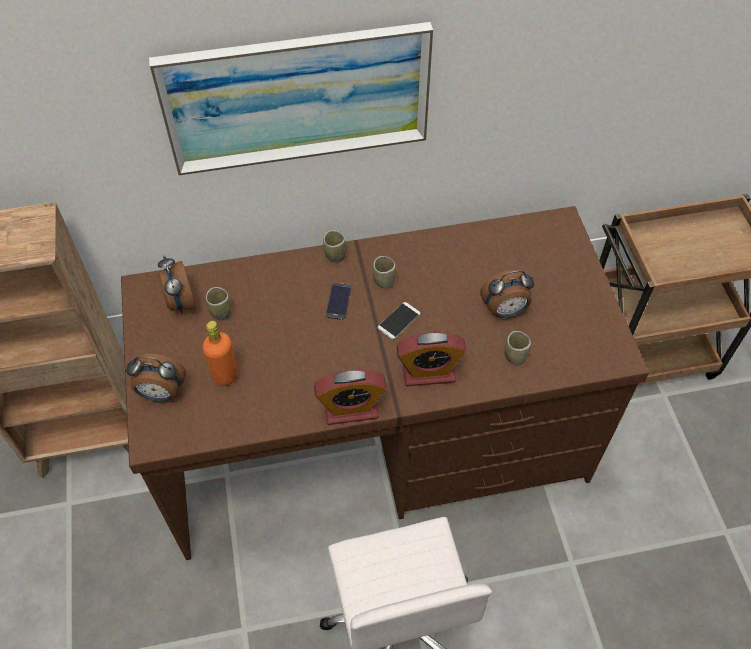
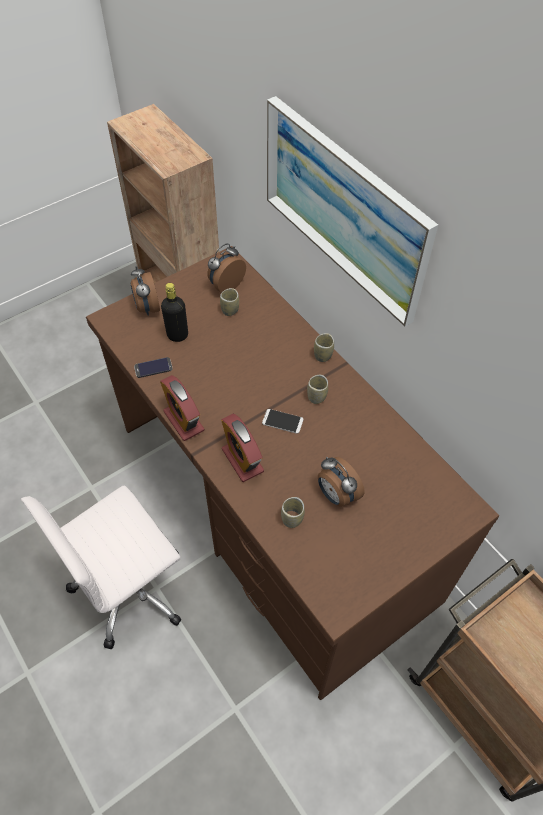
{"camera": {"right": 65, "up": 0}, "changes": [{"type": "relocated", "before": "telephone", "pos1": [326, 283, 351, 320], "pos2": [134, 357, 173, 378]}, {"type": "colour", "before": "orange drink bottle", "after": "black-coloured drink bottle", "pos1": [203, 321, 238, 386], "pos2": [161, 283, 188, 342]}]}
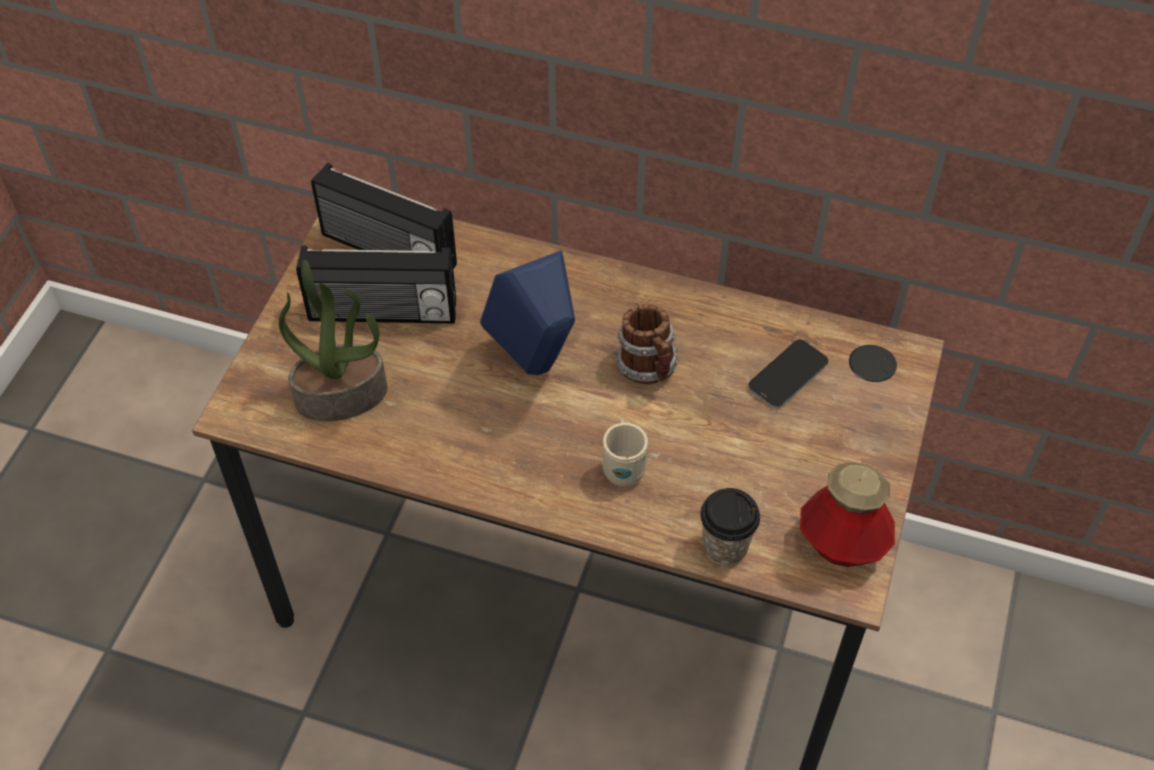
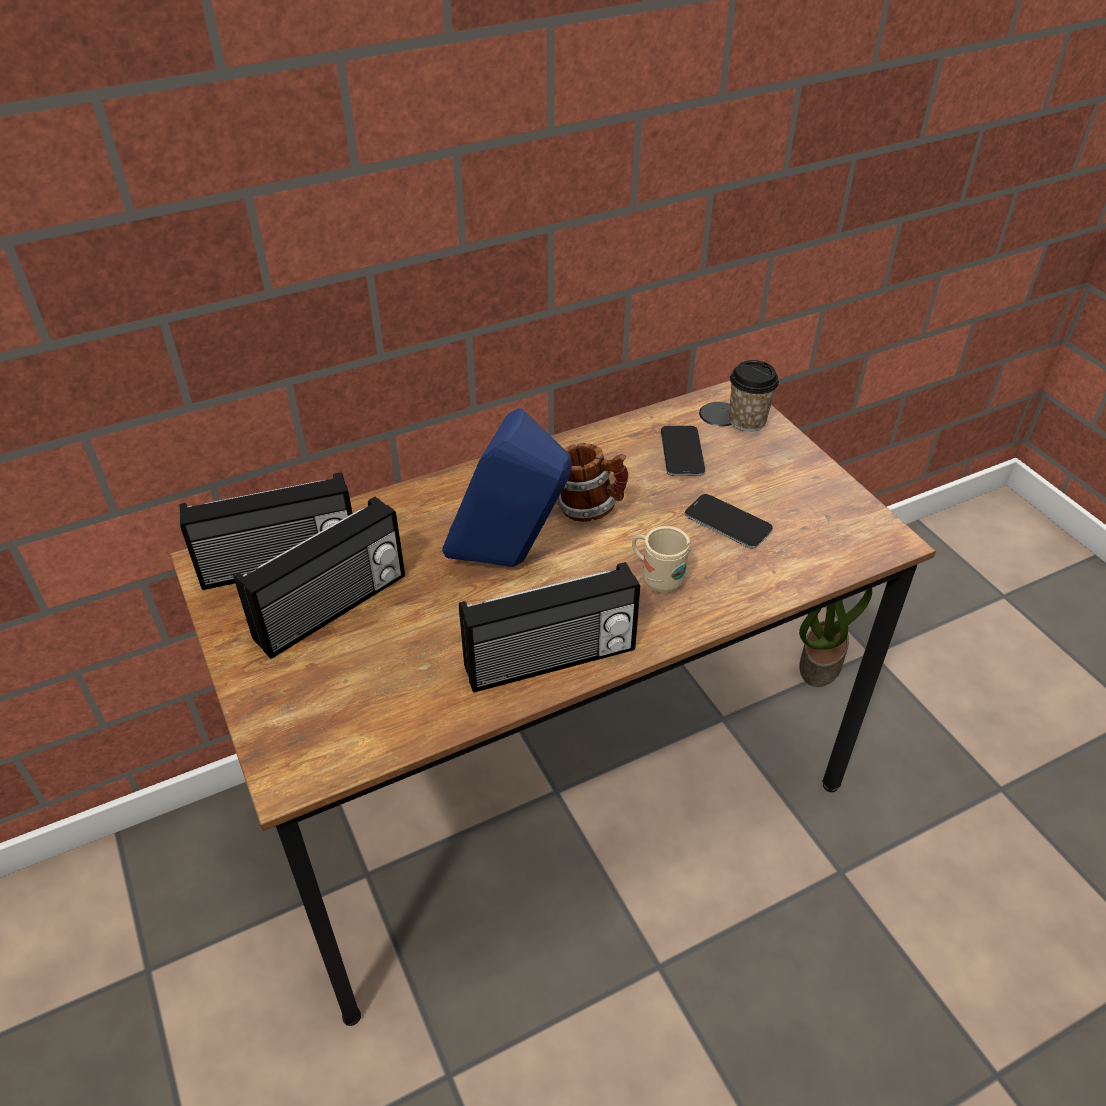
{"camera": {"right": -45, "up": -10}, "changes": [{"type": "relocated", "before": "potted plant", "pos1": [279, 260, 387, 422], "pos2": [799, 588, 872, 687]}, {"type": "missing", "before": "drink bottle", "pos1": [800, 462, 895, 567]}, {"type": "relocated", "before": "small cup", "pos1": [700, 488, 760, 566], "pos2": [729, 360, 779, 432]}, {"type": "appeared", "after": "telephone", "pos2": [685, 494, 773, 548]}, {"type": "appeared", "after": "radio receiver", "pos2": [459, 562, 640, 693]}]}
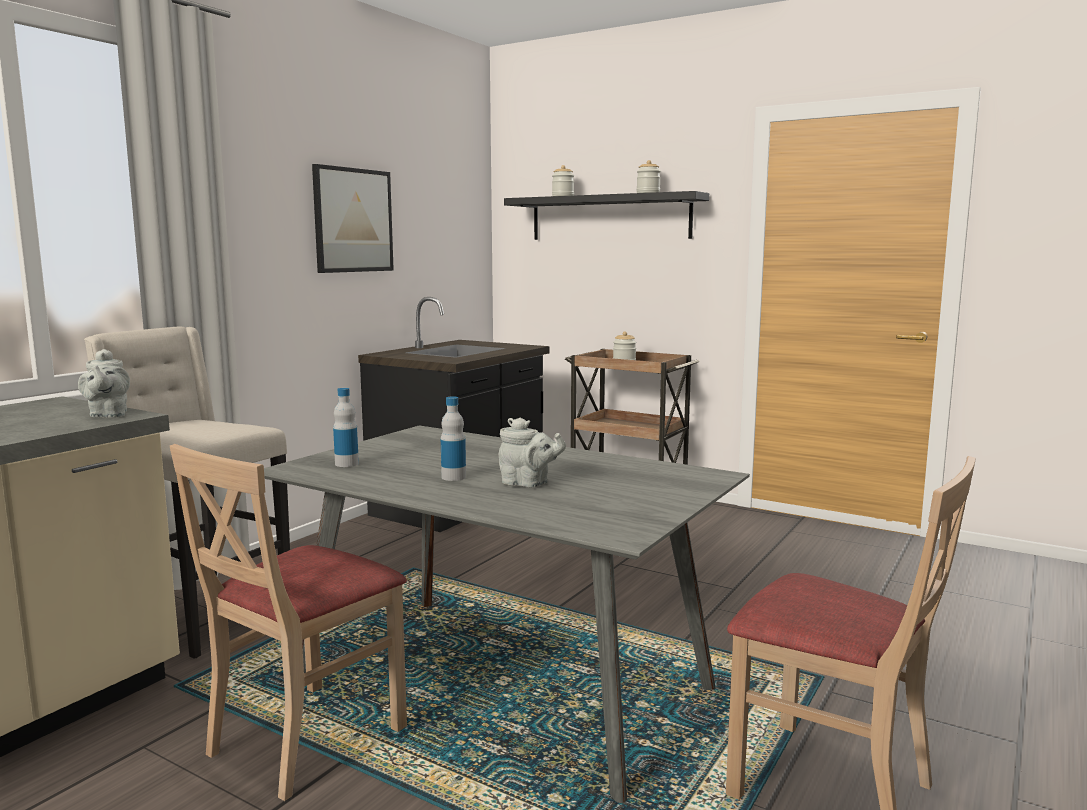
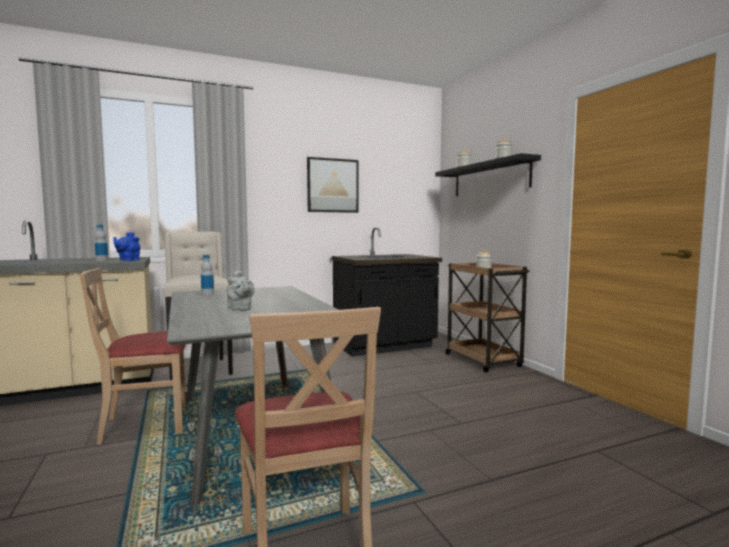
{"camera": {"right": 35, "up": -5}, "changes": [{"type": "colour", "before": "grey pot for tea", "after": "blue pot for tea", "pos1": [78, 349, 130, 418], "pos2": [113, 232, 140, 261]}, {"type": "relocated", "before": "drink bottle", "pos1": [441, 397, 466, 481], "pos2": [95, 225, 108, 261]}]}
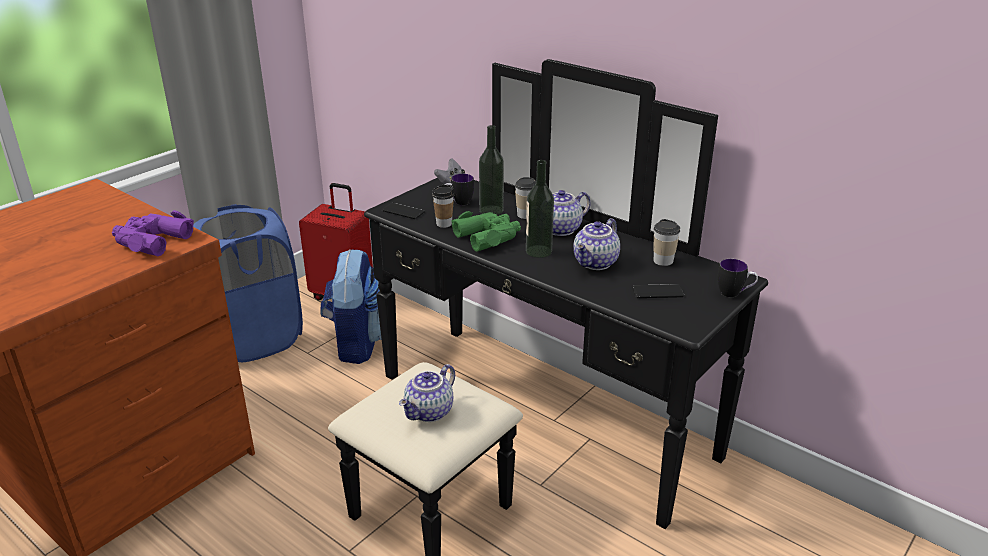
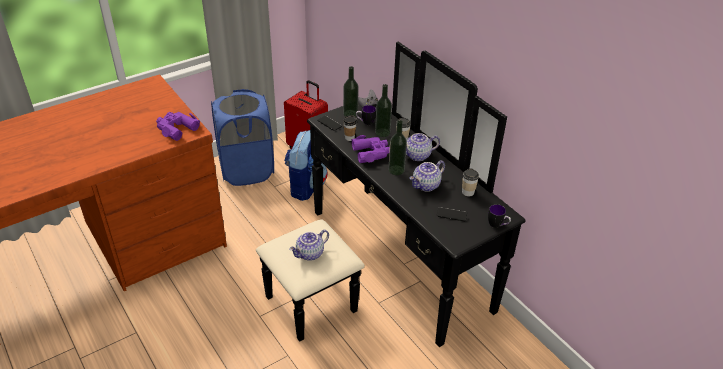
{"camera": {"right": 15, "up": 10}, "changes": [{"type": "colour", "before": "green pair of binoculars", "after": "purplish pair of binoculars", "pos1": [451, 211, 521, 252], "pos2": [351, 135, 390, 163]}, {"type": "appeared", "after": "drink bottle", "pos2": [343, 66, 359, 117]}]}
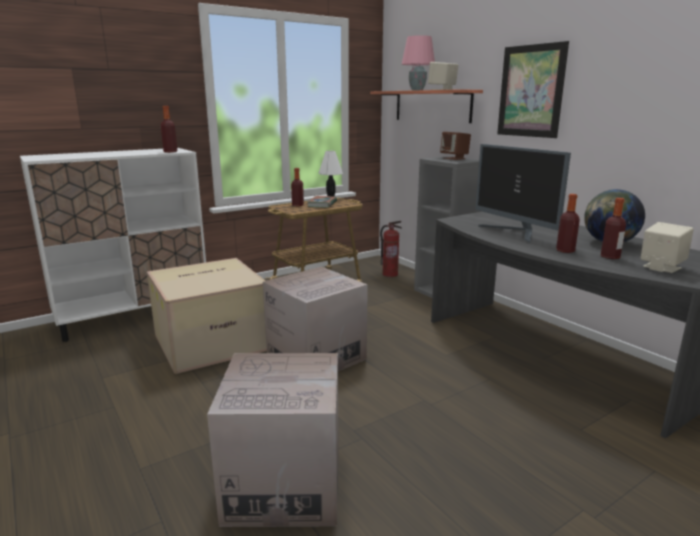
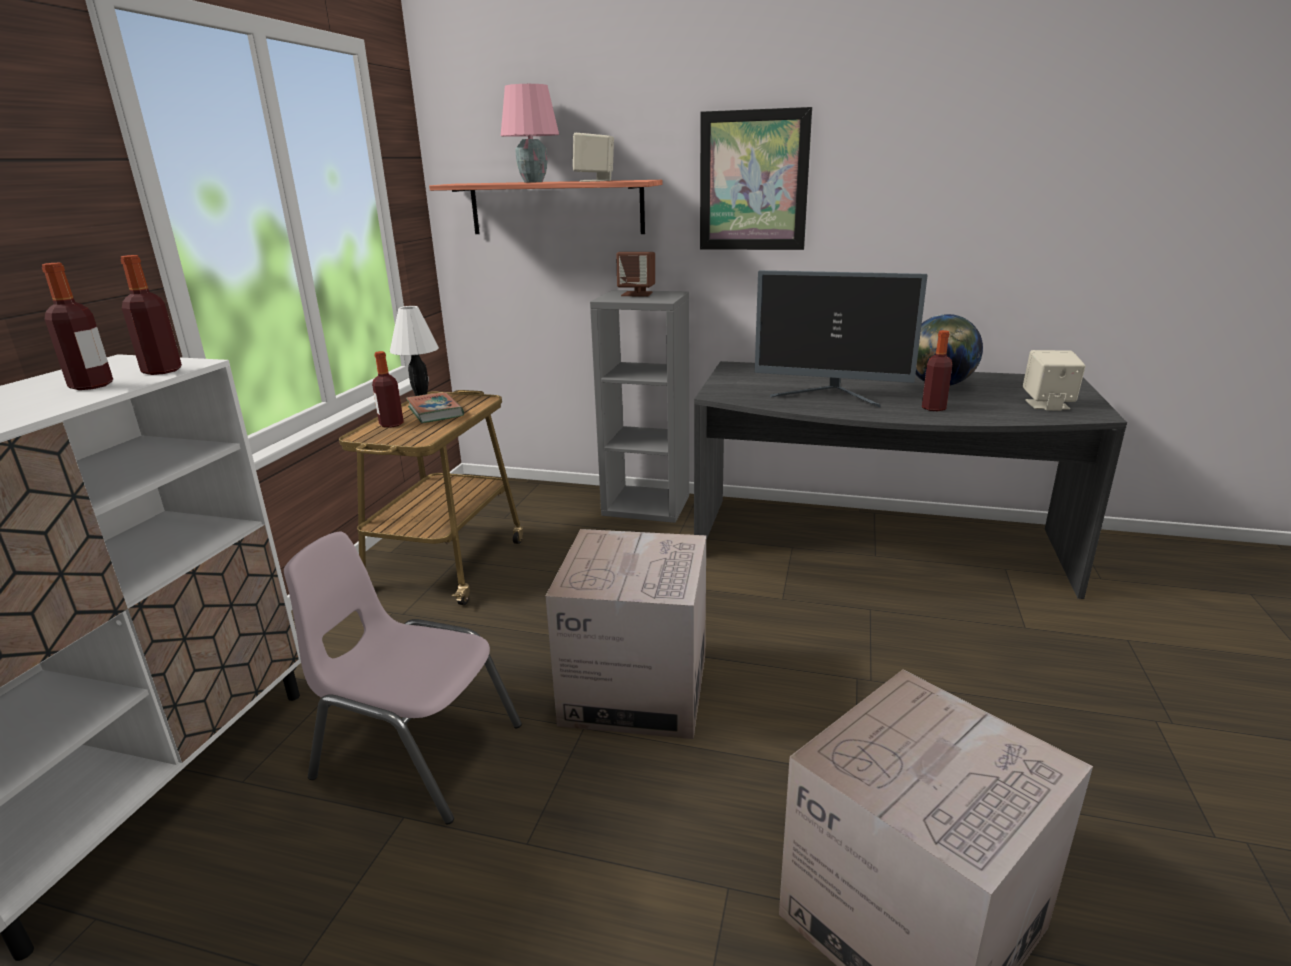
{"camera": {"right": -40, "up": 5}, "changes": [{"type": "relocated", "before": "drink bottle", "pos1": [601, 198, 626, 259], "pos2": [42, 263, 113, 390]}, {"type": "missing", "before": "extinguisher", "pos1": [380, 221, 402, 277]}, {"type": "exchanged", "before": "cardboard box", "after": "pink upright chair", "pos1": [147, 258, 267, 374], "pos2": [284, 532, 522, 825]}]}
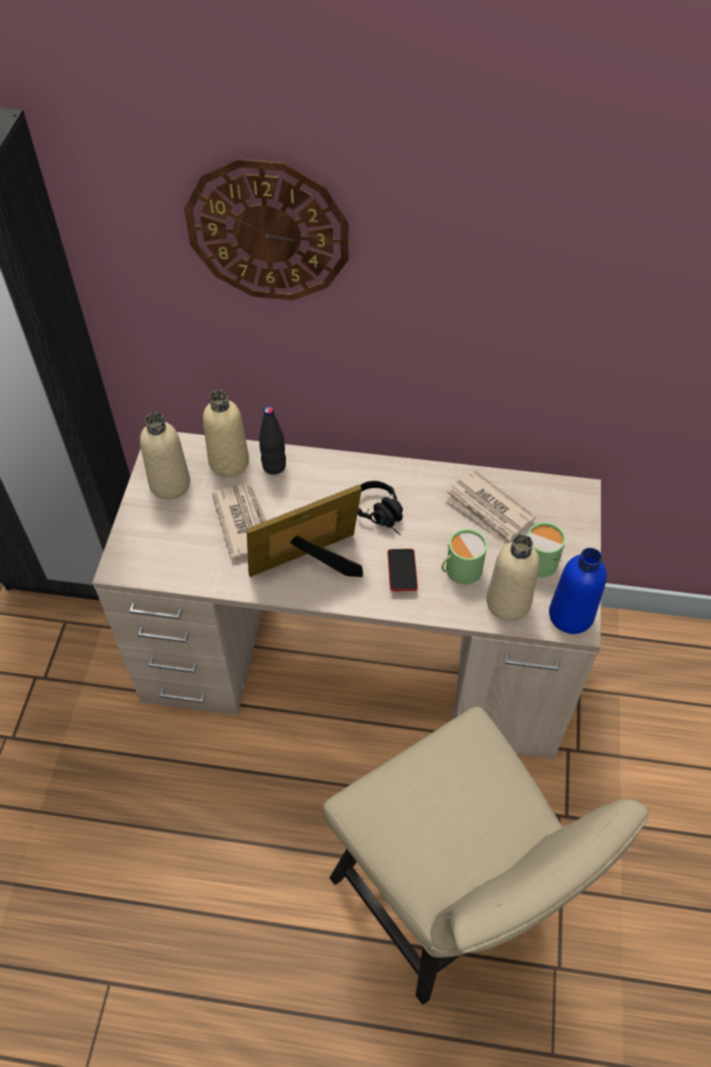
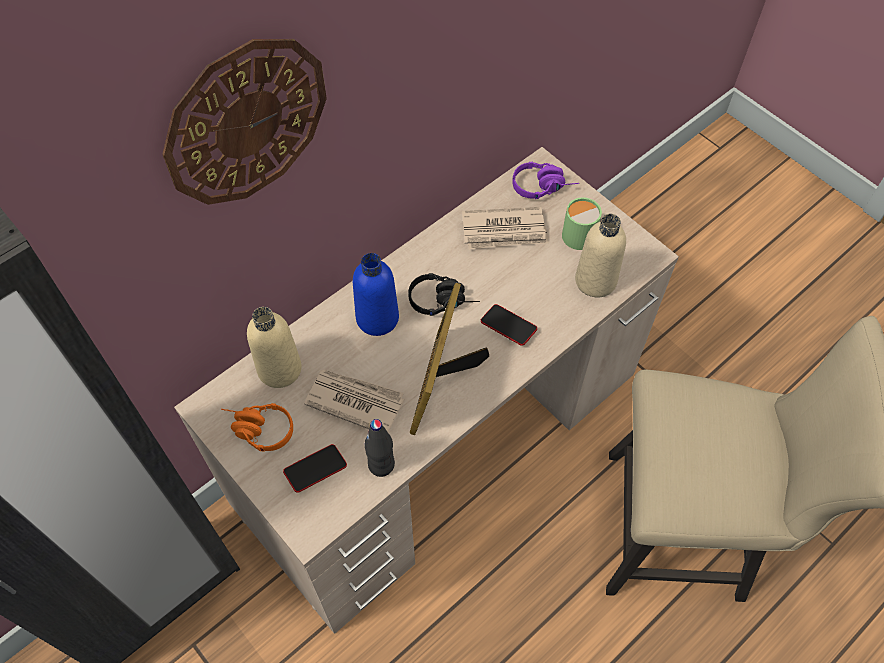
{"camera": {"right": -50, "up": 5}, "changes": [{"type": "relocated", "before": "black-coloured drink bottle", "pos1": [259, 406, 286, 475], "pos2": [365, 419, 395, 477]}, {"type": "exchanged", "before": "beige-coloured drink bottle", "after": "orange headset", "pos1": [140, 413, 190, 499], "pos2": [221, 403, 293, 452]}, {"type": "missing", "before": "green mug", "pos1": [442, 529, 487, 584]}, {"type": "relocated", "before": "blue drink bottle", "pos1": [549, 548, 607, 634], "pos2": [353, 253, 399, 336]}, {"type": "appeared", "after": "purplish headset", "pos2": [512, 162, 579, 199]}, {"type": "appeared", "after": "telephone", "pos2": [283, 444, 347, 493]}]}
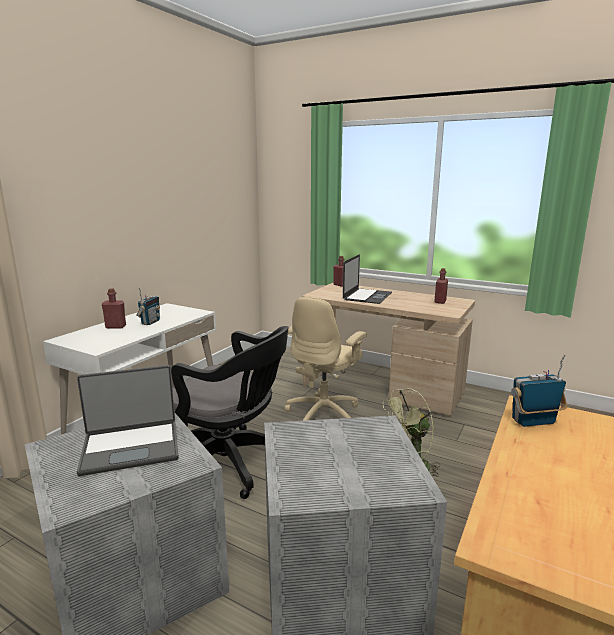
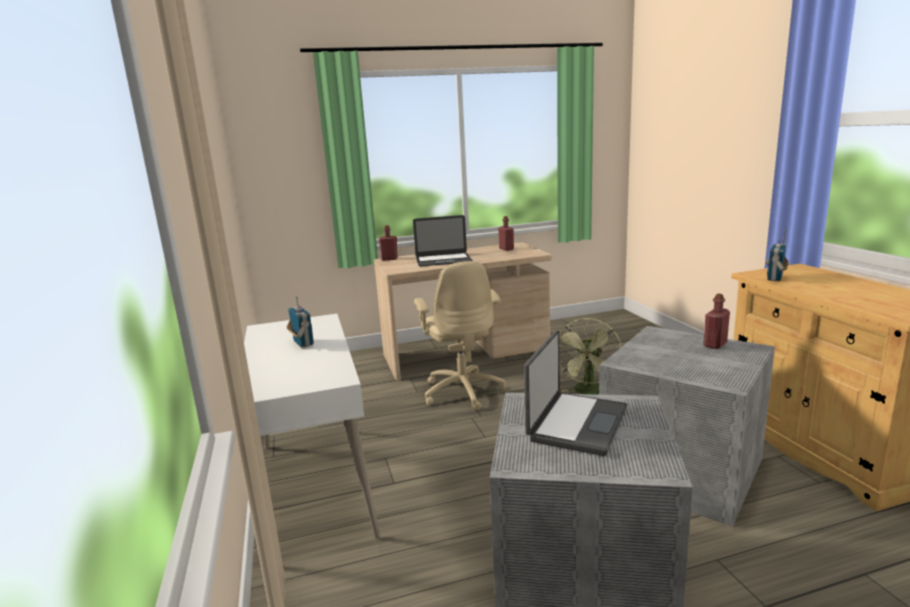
{"camera": {"right": -45, "up": 0}, "changes": [{"type": "spun", "before": "portable computer", "pos1": [343, 254, 392, 304], "pos2": [413, 215, 473, 266], "turn": 105}, {"type": "relocated", "before": "reddish drink bottle", "pos1": [102, 289, 126, 329], "pos2": [703, 294, 730, 349]}, {"type": "missing", "before": "black-coloured desk chair", "pos1": [171, 326, 289, 499]}]}
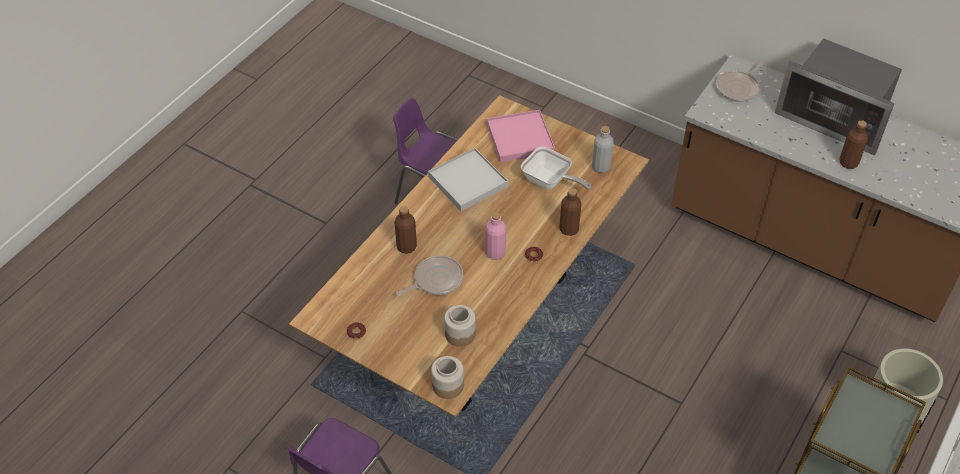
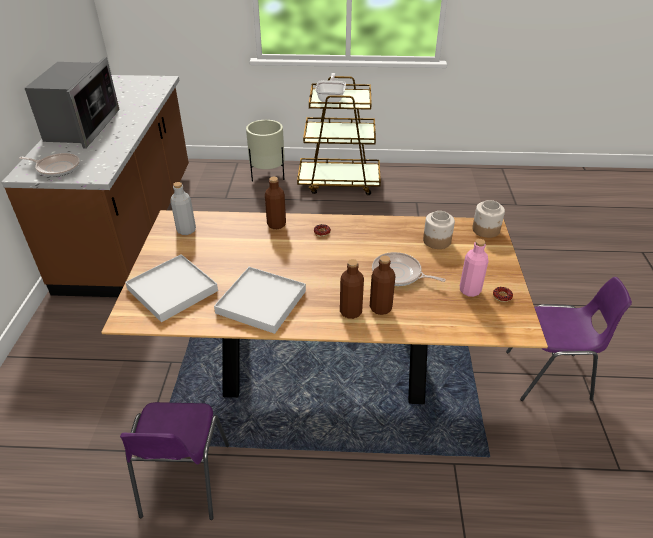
{"camera": {"right": -120, "up": -10}, "changes": [{"type": "colour", "before": "pink tray", "after": "white tray", "pos1": [487, 110, 555, 163], "pos2": [125, 254, 218, 322]}, {"type": "relocated", "before": "brown-coloured drink bottle", "pos1": [839, 120, 868, 169], "pos2": [340, 259, 364, 319]}, {"type": "relocated", "before": "frying pan", "pos1": [521, 147, 591, 190], "pos2": [315, 73, 346, 102]}, {"type": "relocated", "before": "pink drink bottle", "pos1": [485, 212, 506, 260], "pos2": [460, 239, 489, 297]}]}
